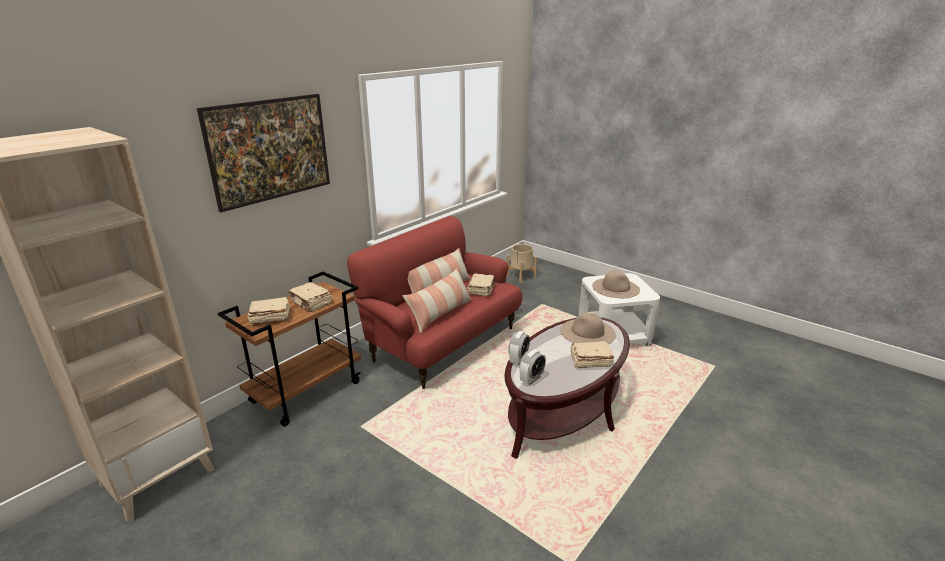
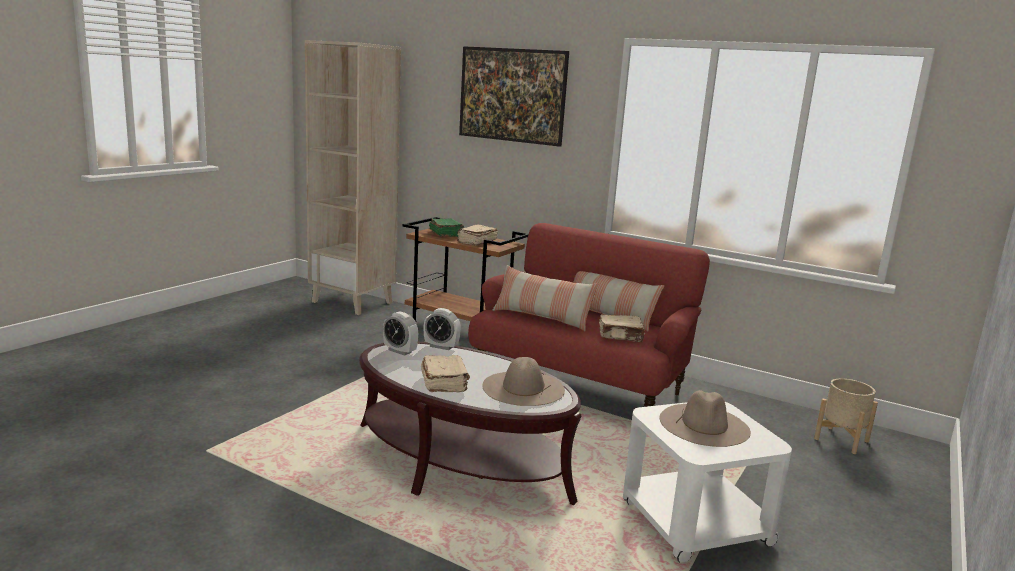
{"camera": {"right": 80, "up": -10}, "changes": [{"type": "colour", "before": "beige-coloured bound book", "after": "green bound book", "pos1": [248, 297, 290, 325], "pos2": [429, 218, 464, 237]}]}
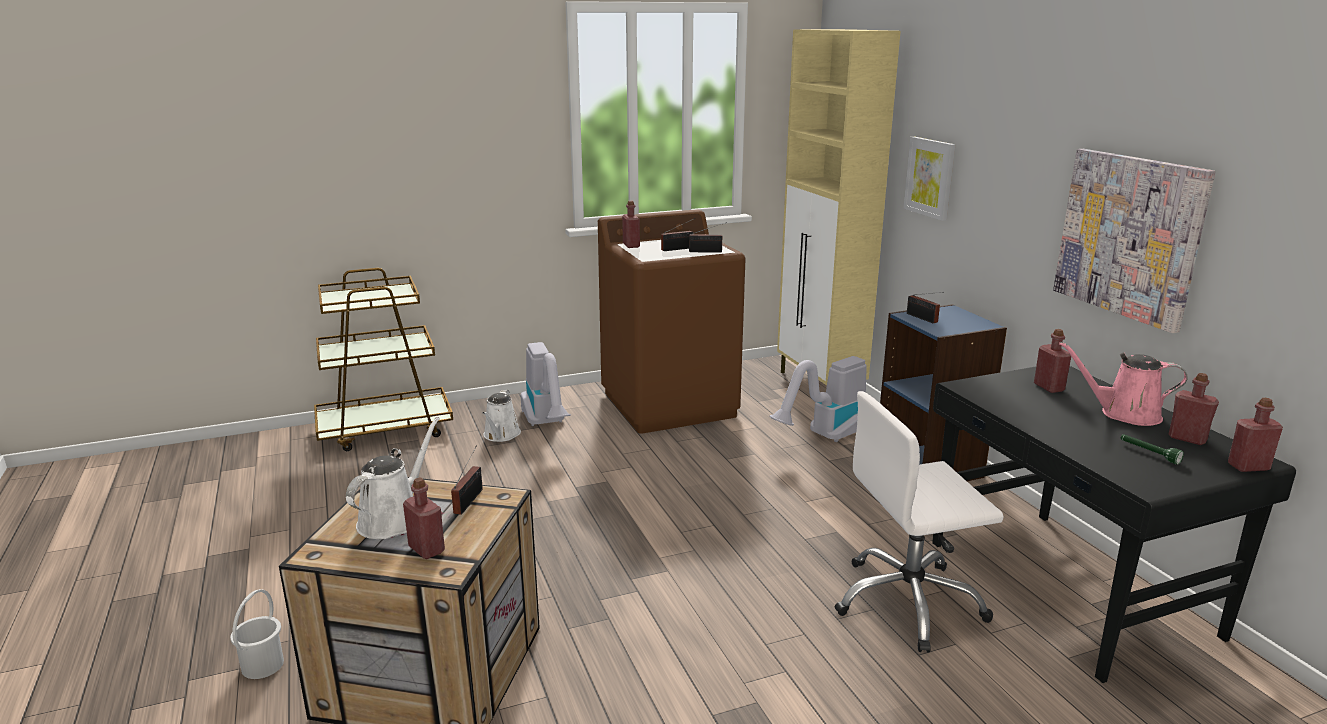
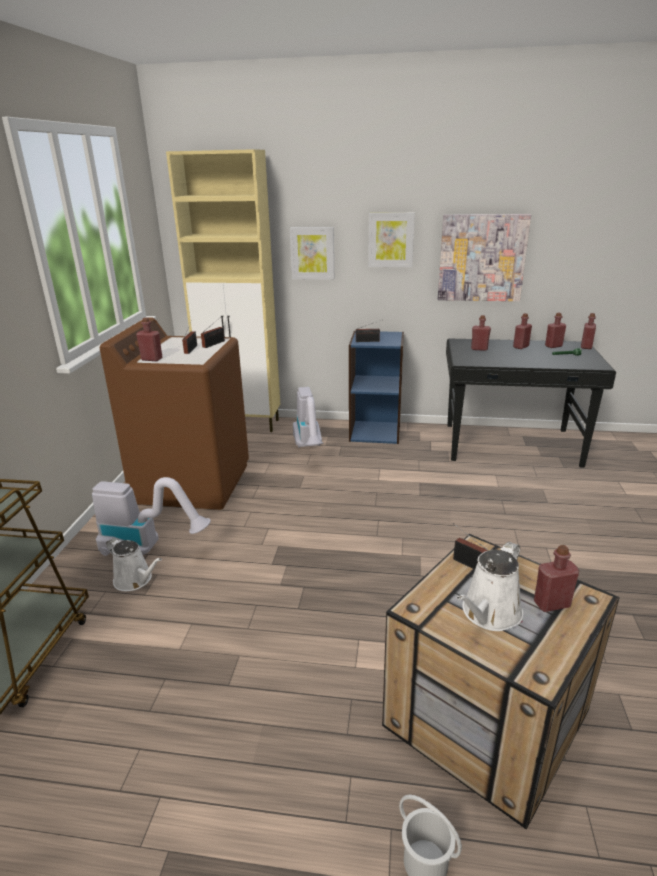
{"camera": {"right": -60, "up": 5}, "changes": [{"type": "exchanged", "before": "pink watering can", "after": "reddish drink bottle", "pos1": [1059, 342, 1188, 426], "pos2": [513, 313, 532, 349]}, {"type": "missing", "before": "white desk chair", "pos1": [834, 391, 1004, 653]}, {"type": "spun", "before": "white watering can", "pos1": [346, 417, 440, 539], "pos2": [457, 542, 523, 631], "turn": -105}, {"type": "appeared", "after": "picture", "pos2": [368, 213, 415, 267]}]}
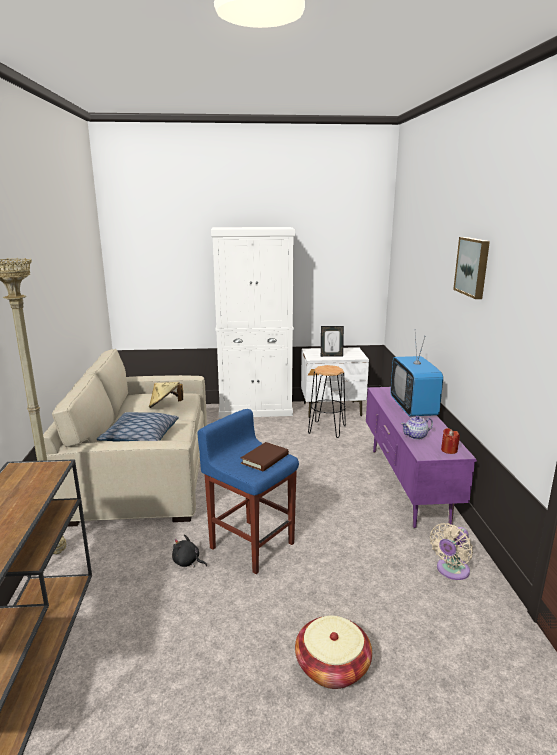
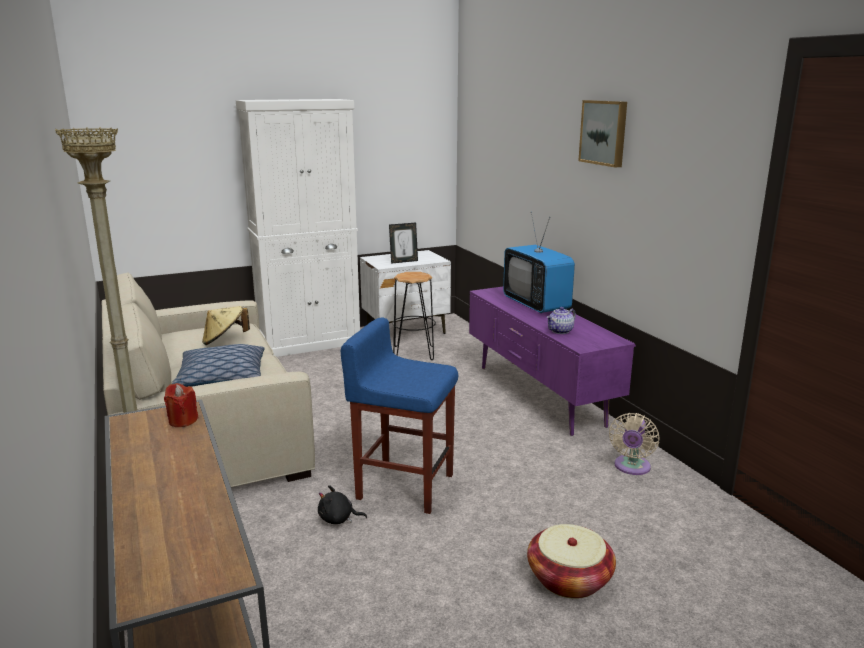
{"camera": {"right": -20, "up": 0}, "changes": [{"type": "relocated", "before": "reddish wax light", "pos1": [441, 428, 460, 454], "pos2": [164, 383, 198, 427]}, {"type": "missing", "before": "brown-coloured bound book", "pos1": [241, 442, 289, 472]}]}
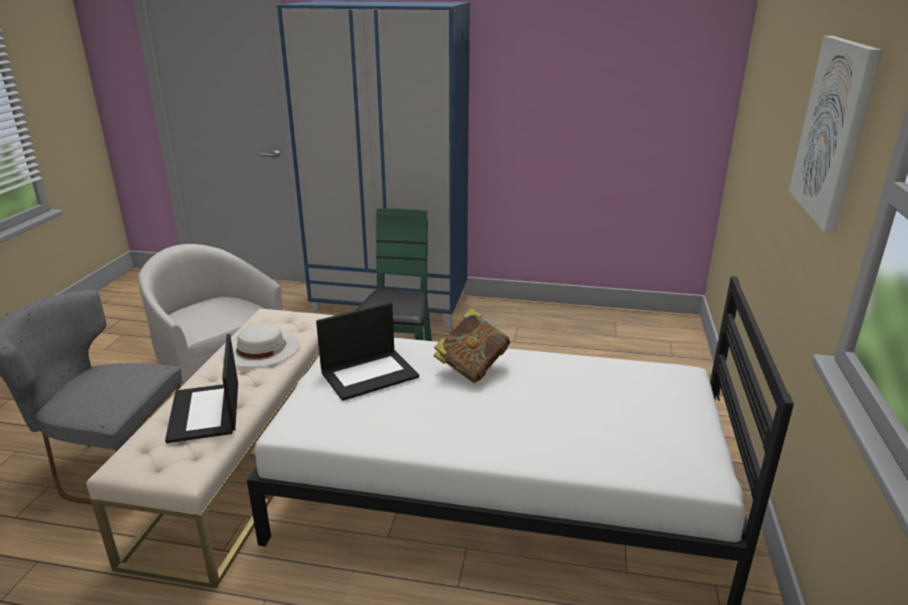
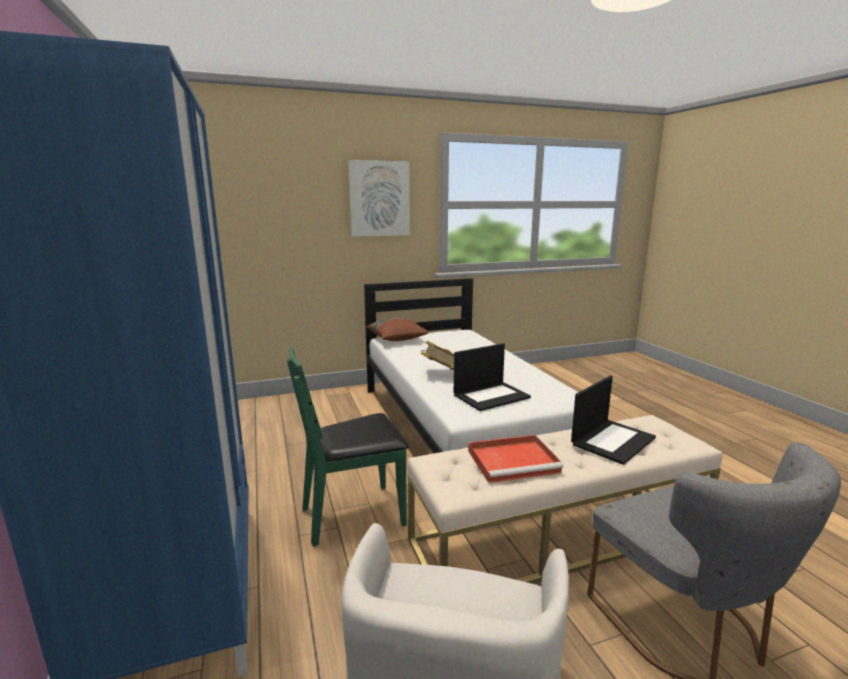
{"camera": {"right": -120, "up": -10}, "changes": [{"type": "spun", "before": "portable computer", "pos1": [316, 302, 419, 401], "pos2": [454, 343, 531, 411], "turn": 120}, {"type": "exchanged", "before": "white wearable hat", "after": "reddish tray", "pos1": [221, 323, 300, 367], "pos2": [468, 435, 563, 483]}, {"type": "appeared", "after": "brown-coloured pillow", "pos2": [367, 318, 429, 341]}]}
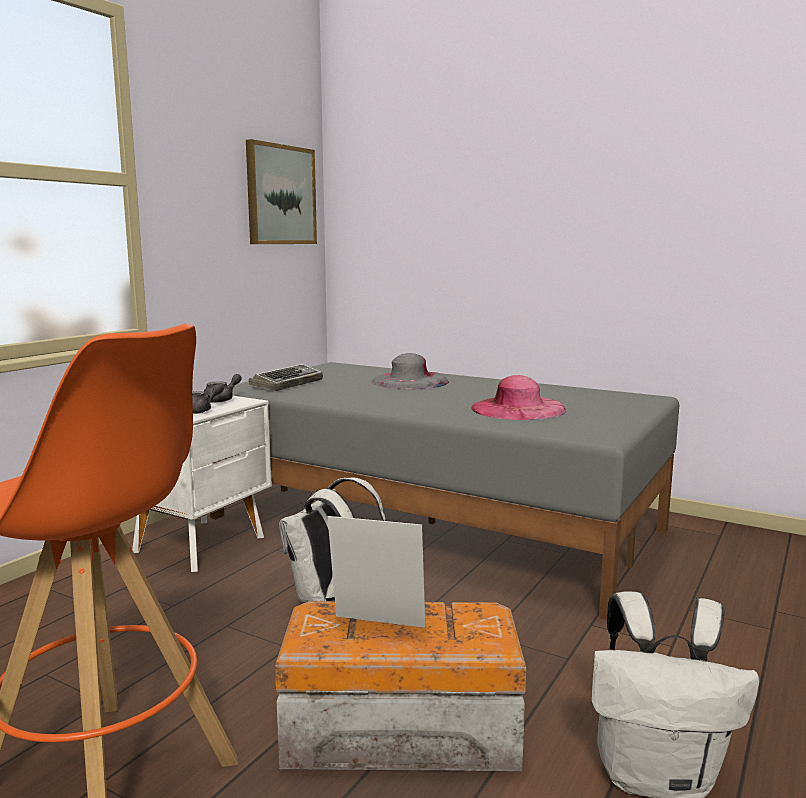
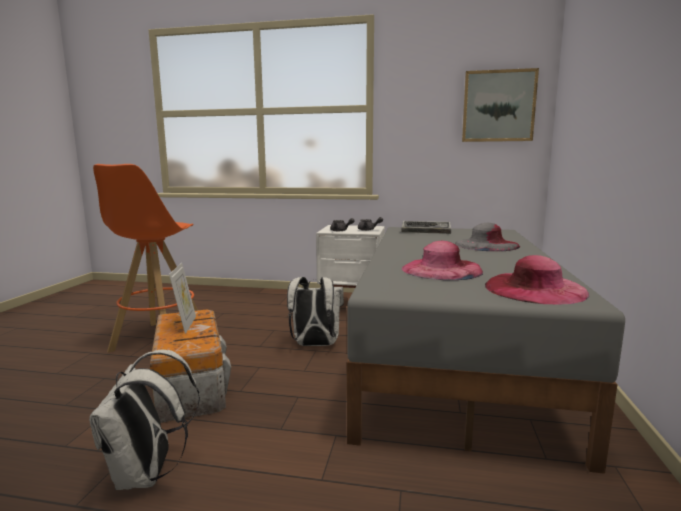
{"camera": {"right": 70, "up": 0}, "changes": [{"type": "appeared", "after": "pink wearable hat", "pos2": [485, 255, 589, 305]}]}
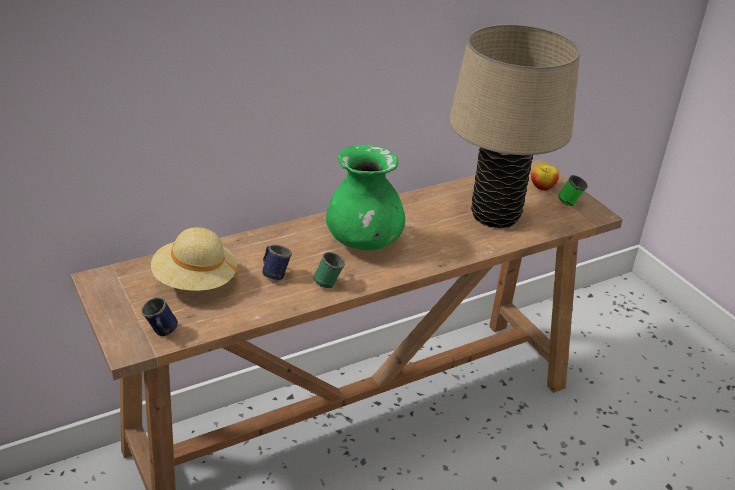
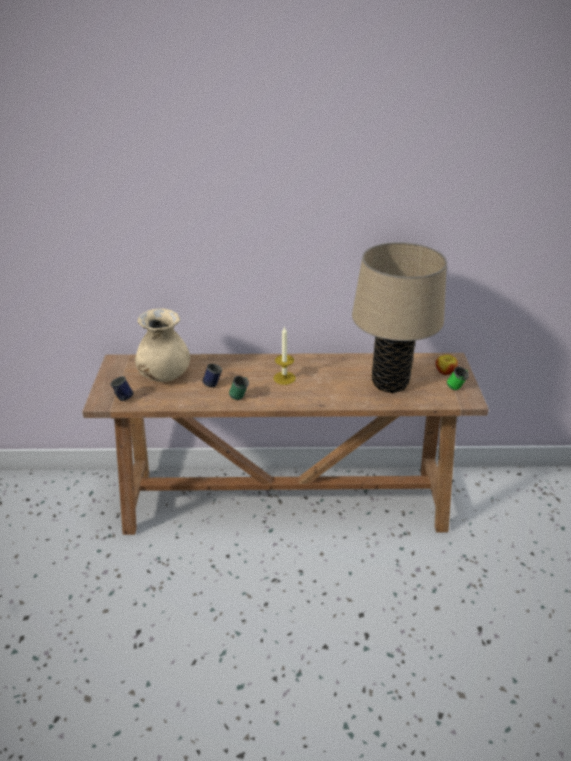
{"camera": {"right": 30, "up": 0}, "changes": [{"type": "exchanged", "before": "green decorative vase", "after": "wax light", "pos1": [326, 145, 405, 251], "pos2": [273, 326, 296, 385]}, {"type": "exchanged", "before": "beige-coloured wearable hat", "after": "beige-coloured decorative vase", "pos1": [151, 227, 238, 291], "pos2": [135, 308, 190, 382]}]}
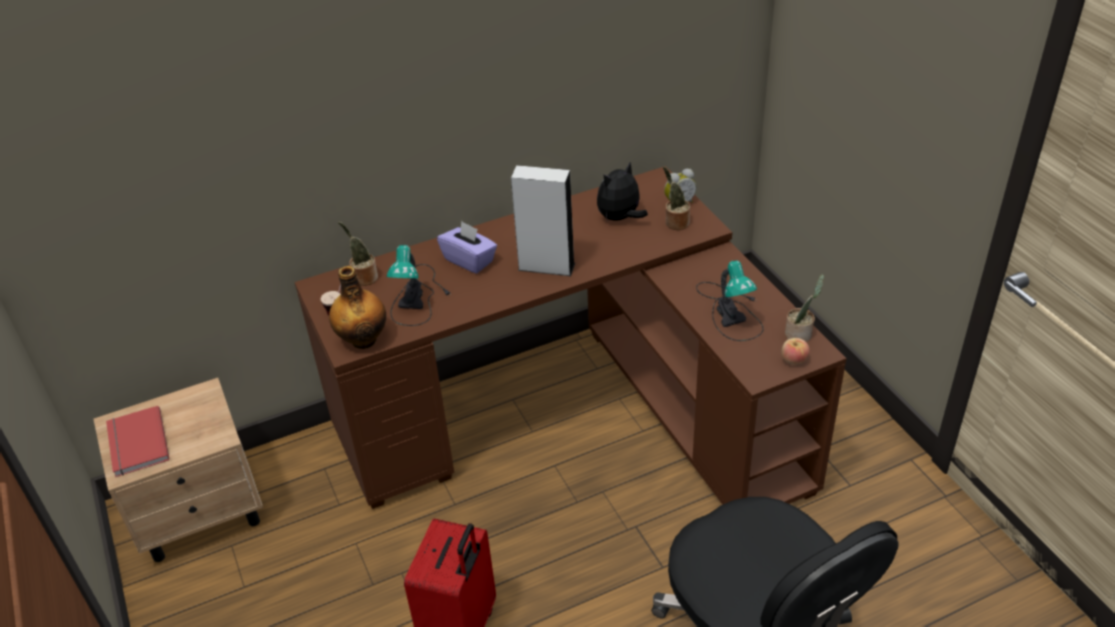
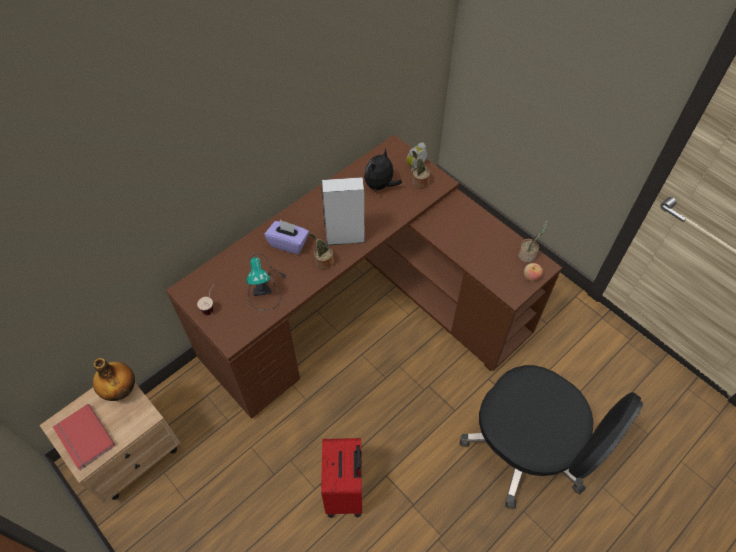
{"camera": {"right": -20, "up": 15}, "changes": [{"type": "relocated", "before": "potted plant", "pos1": [338, 222, 378, 286], "pos2": [309, 233, 333, 270]}, {"type": "missing", "before": "table lamp", "pos1": [696, 260, 764, 341]}, {"type": "relocated", "before": "drink bottle", "pos1": [329, 266, 386, 349], "pos2": [93, 358, 135, 401]}]}
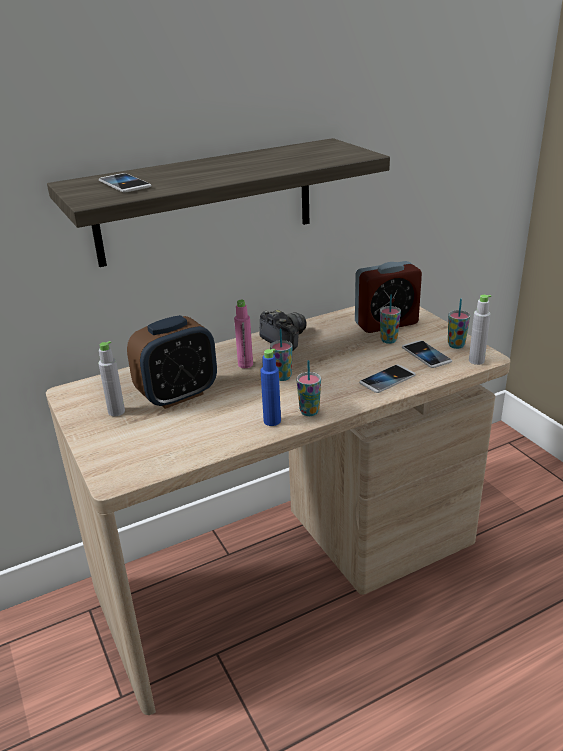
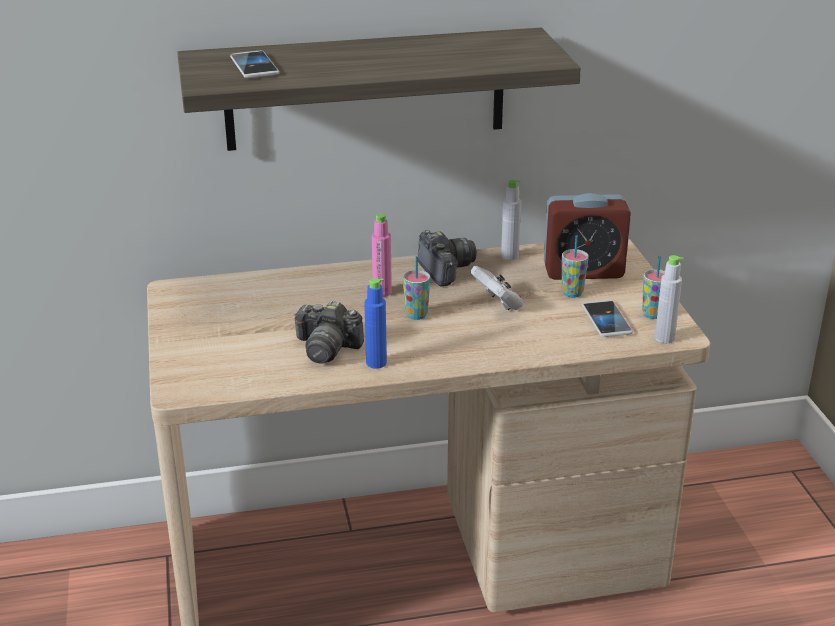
{"camera": {"right": 15, "up": 0}, "changes": [{"type": "missing", "before": "alarm clock", "pos1": [127, 315, 217, 409]}, {"type": "relocated", "before": "grey drink bottle", "pos1": [98, 341, 125, 416], "pos2": [501, 180, 521, 260]}, {"type": "missing", "before": "small cup", "pos1": [297, 360, 321, 416]}, {"type": "missing", "before": "telephone", "pos1": [359, 364, 416, 393]}, {"type": "appeared", "after": "white gamepad", "pos2": [470, 266, 523, 310]}, {"type": "appeared", "after": "photo camera", "pos2": [294, 301, 364, 364]}]}
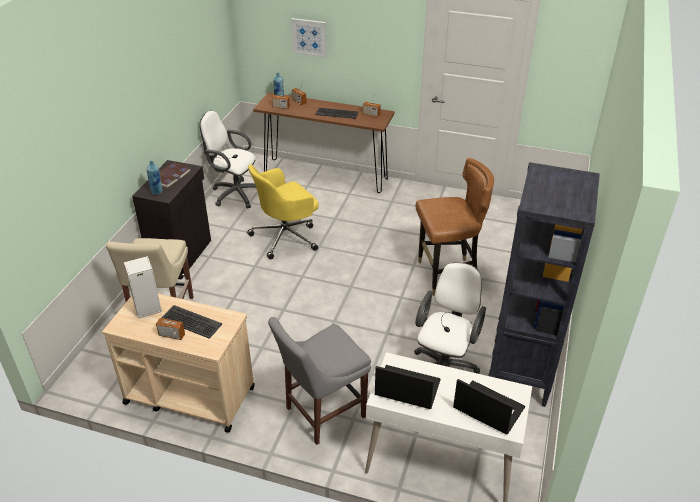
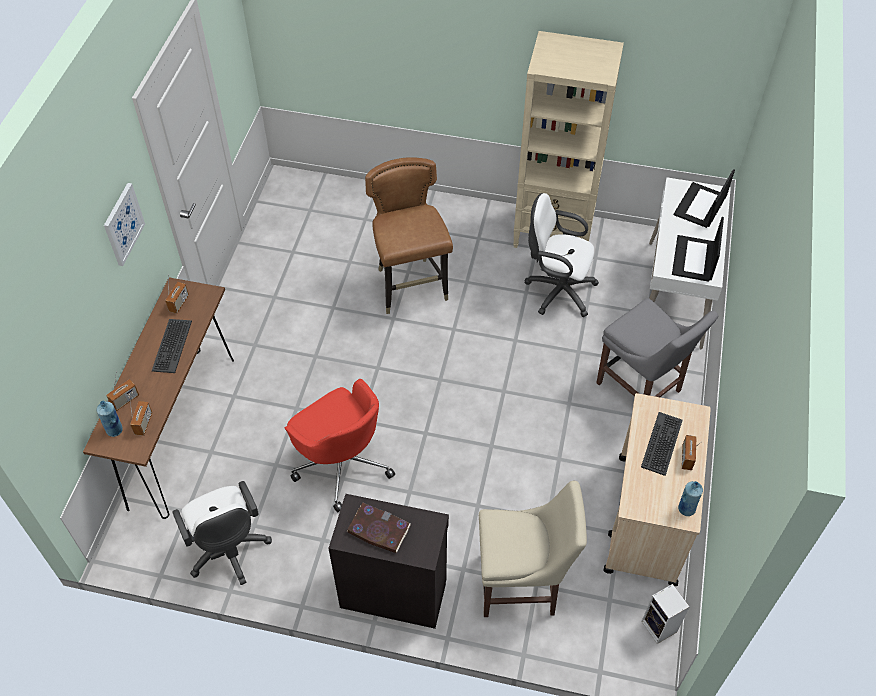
{"camera": {"right": -95, "up": 15}, "changes": [{"type": "relocated", "before": "picture", "pos1": [291, 18, 327, 58], "pos2": [104, 183, 145, 266]}, {"type": "spun", "before": "white desk chair", "pos1": [200, 111, 256, 209], "pos2": [172, 481, 272, 585], "turn": -45}, {"type": "relocated", "before": "blue drink bottle", "pos1": [146, 161, 163, 194], "pos2": [678, 481, 703, 516]}, {"type": "colour", "before": "black-coloured bookshelf", "after": "beige-coloured bookshelf", "pos1": [488, 162, 600, 407], "pos2": [513, 31, 624, 248]}, {"type": "colour", "before": "yellow desk chair", "after": "reddish desk chair", "pos1": [247, 164, 319, 260], "pos2": [285, 379, 395, 512]}, {"type": "relocated", "before": "loudspeaker", "pos1": [124, 256, 162, 318], "pos2": [641, 584, 689, 644]}]}
